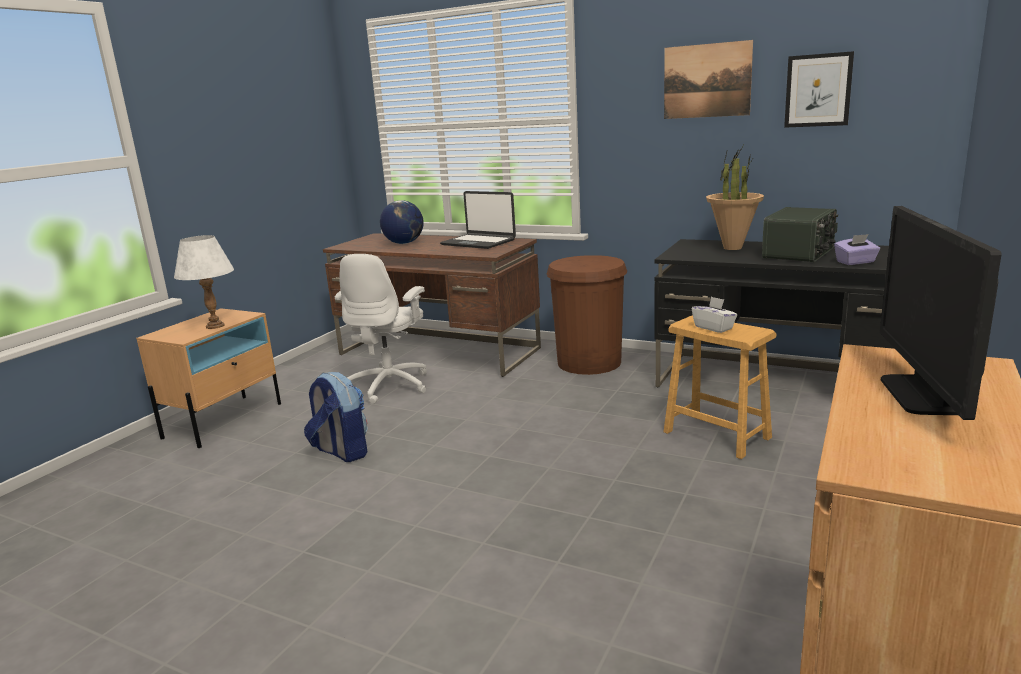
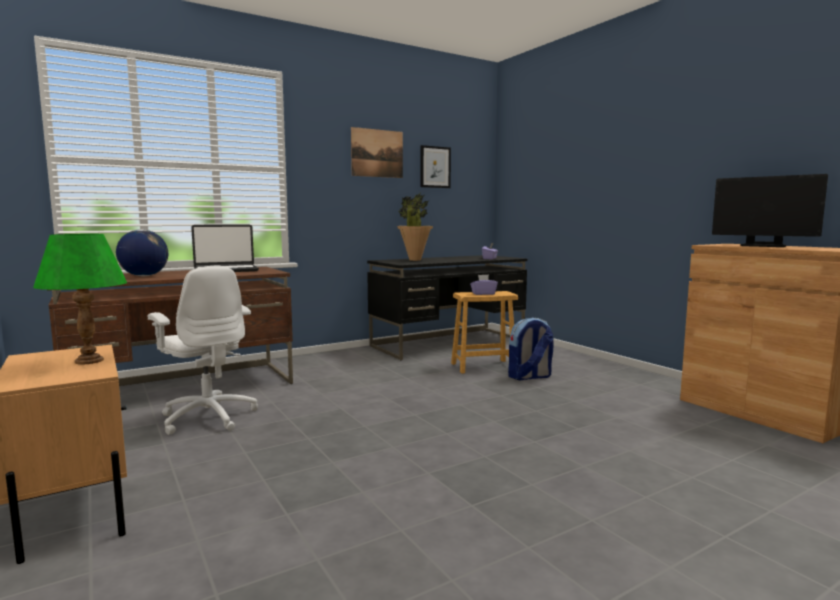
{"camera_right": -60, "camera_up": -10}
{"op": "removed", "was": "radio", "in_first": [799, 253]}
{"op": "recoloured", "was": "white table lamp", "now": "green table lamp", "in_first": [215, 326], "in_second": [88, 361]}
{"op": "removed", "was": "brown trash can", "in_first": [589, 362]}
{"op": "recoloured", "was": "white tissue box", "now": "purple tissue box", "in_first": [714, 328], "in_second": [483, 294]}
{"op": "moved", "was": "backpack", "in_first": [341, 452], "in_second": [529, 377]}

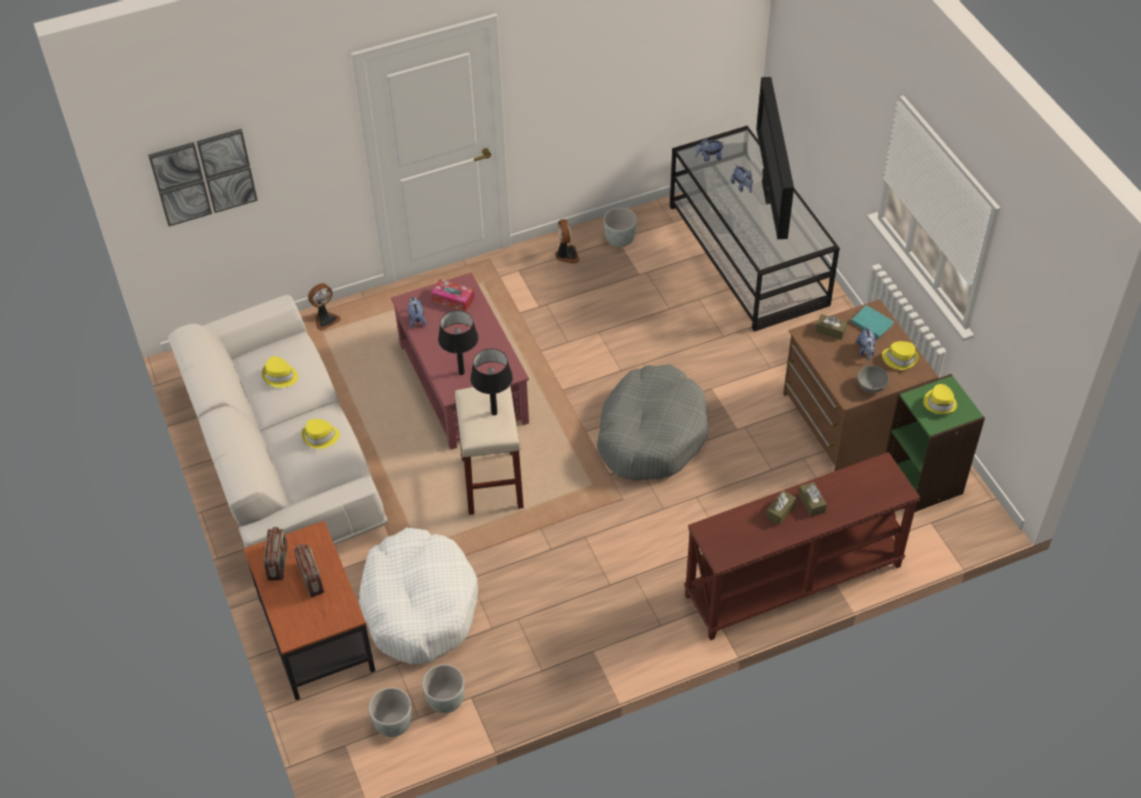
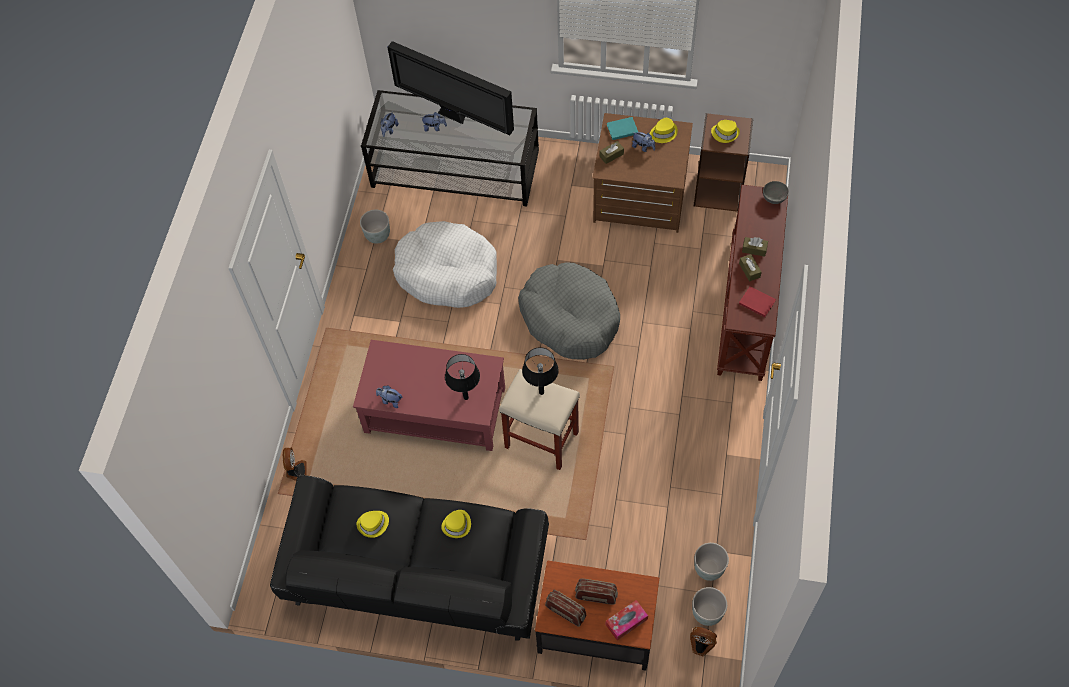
{"camera_right": -55, "camera_up": 10}
{"op": "removed", "was": "picture", "in_first": [203, 177]}
{"op": "moved", "was": "fan", "in_first": [566, 255], "in_second": [701, 644]}
{"op": "moved", "was": "tissue box", "in_first": [453, 299], "in_second": [626, 622]}
{"op": "recoloured", "was": "white sofa", "now": "black sofa", "in_first": [282, 460], "in_second": [416, 572]}
{"op": "moved", "was": "grey bowl", "in_first": [871, 387], "in_second": [775, 198]}
{"op": "recoloured", "was": "green bookcase", "now": "brown bookcase", "in_first": [923, 481], "in_second": [718, 190]}
{"op": "moved", "was": "white dog bed", "in_first": [419, 605], "in_second": [447, 272]}
{"op": "added", "now": "red book", "in_second": [756, 302]}

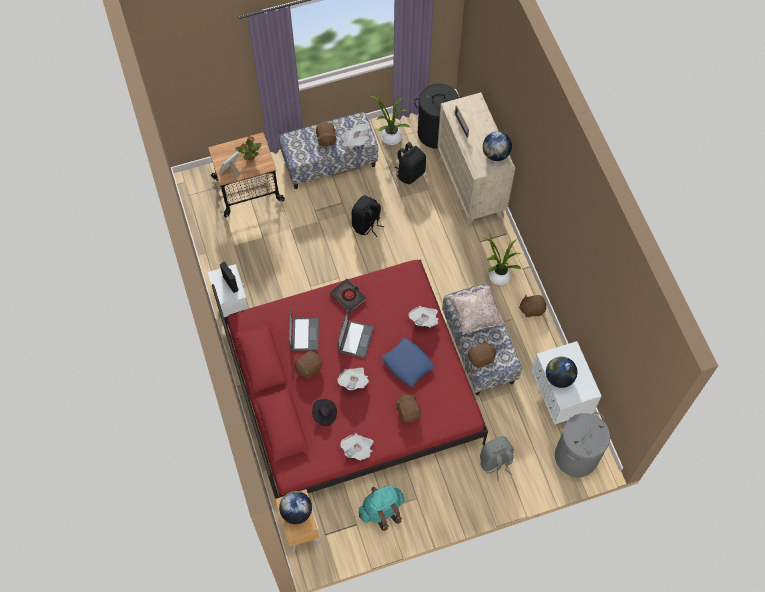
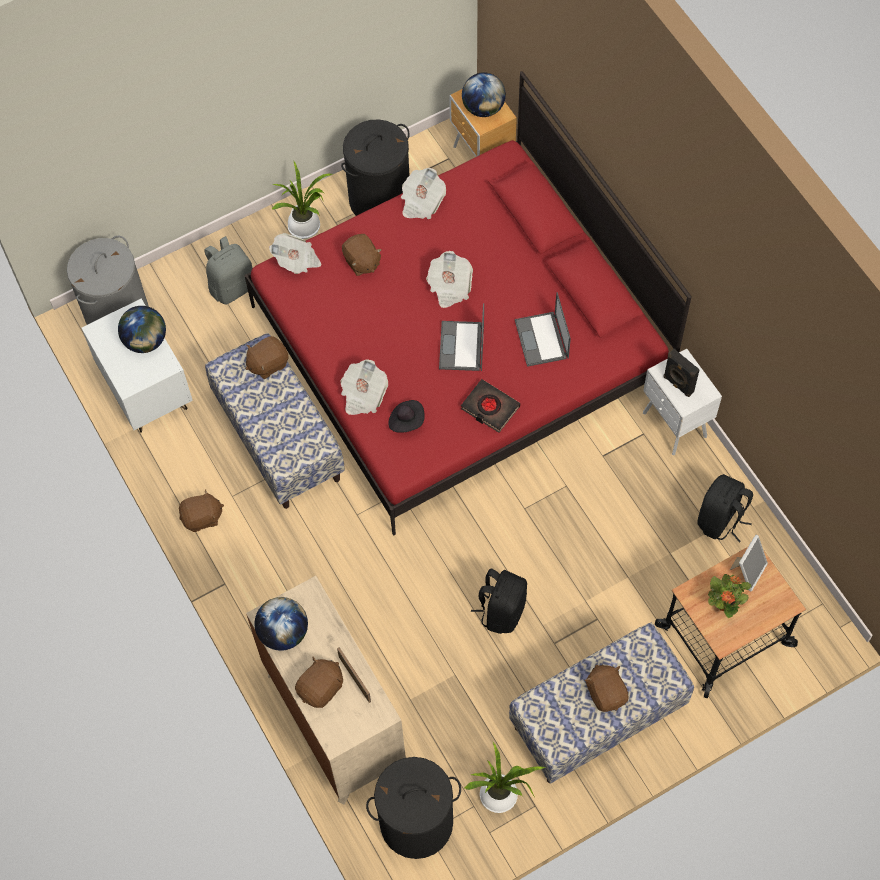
{"camera_right": 170, "camera_up": 0}
{"op": "moved", "was": "newspaper", "in_first": [355, 140], "in_second": [297, 261]}
{"op": "moved", "was": "black backpack", "in_first": [410, 173], "in_second": [721, 520]}
{"op": "moved", "was": "potted plant", "in_first": [498, 275], "in_second": [307, 227]}
{"op": "removed", "was": "beige pillow", "in_first": [475, 316]}
{"op": "removed", "was": "blue pillow", "in_first": [407, 364]}
{"op": "moved", "was": "brown plush toy", "in_first": [308, 368], "in_second": [321, 688]}
{"op": "moved", "was": "black hat", "in_first": [324, 414], "in_second": [406, 421]}
{"op": "replaced", "was": "turquoise backpack", "now": "black laundry basket", "in_first": [382, 510], "in_second": [379, 199]}

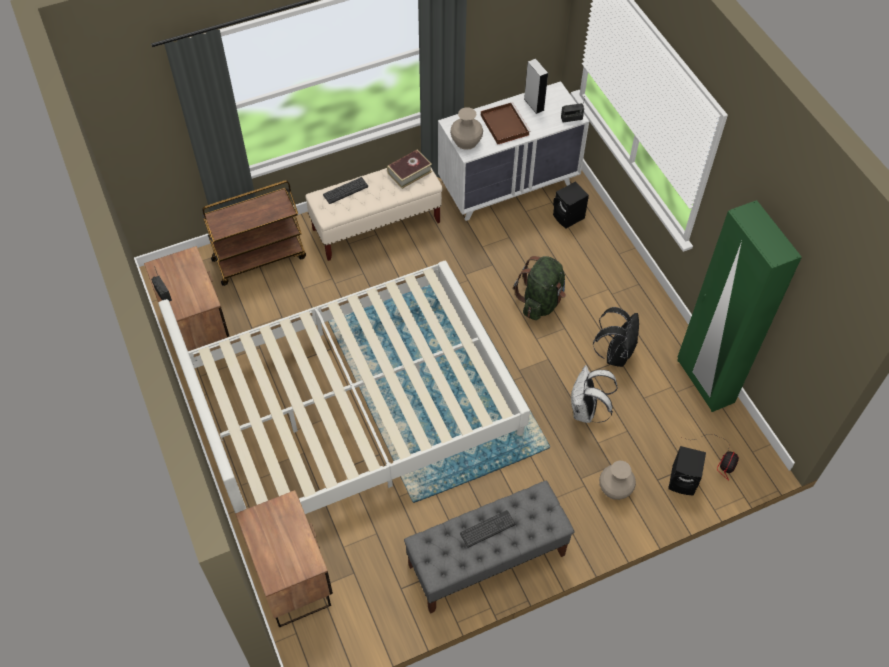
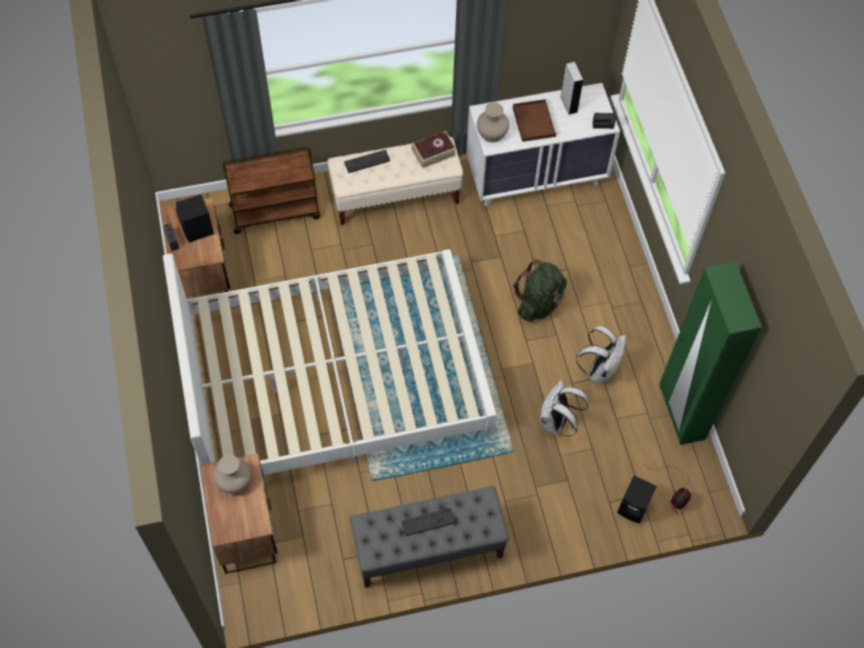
{"camera_right": 10, "camera_up": 5}
{"op": "moved", "was": "black speaker", "in_first": [569, 217], "in_second": [197, 230]}
{"op": "recoloured", "was": "black backpack", "now": "white backpack", "in_first": [615, 354], "in_second": [599, 369]}
{"op": "moved", "was": "beige vase", "in_first": [615, 488], "in_second": [234, 481]}

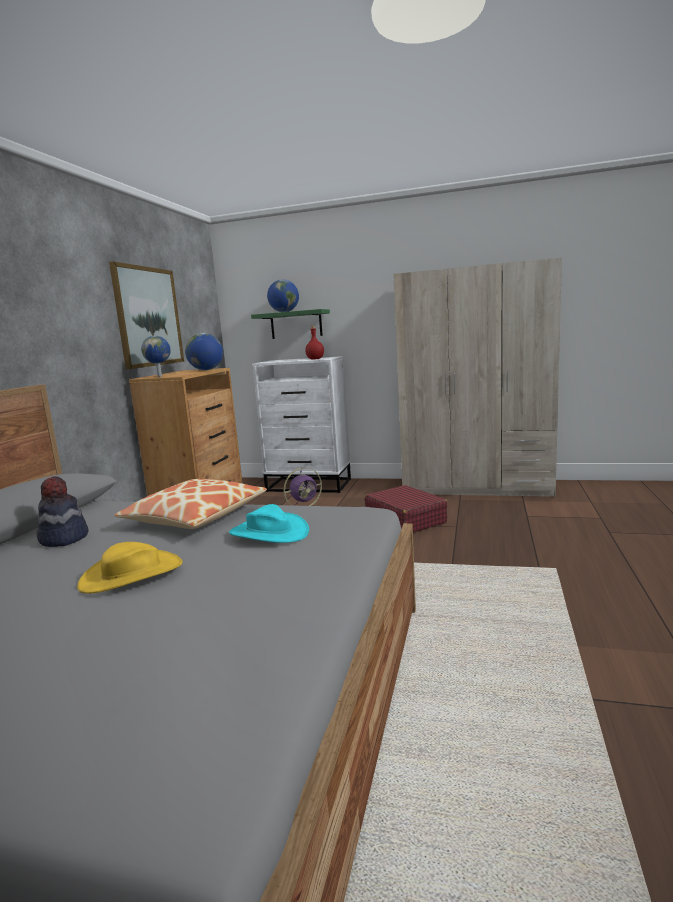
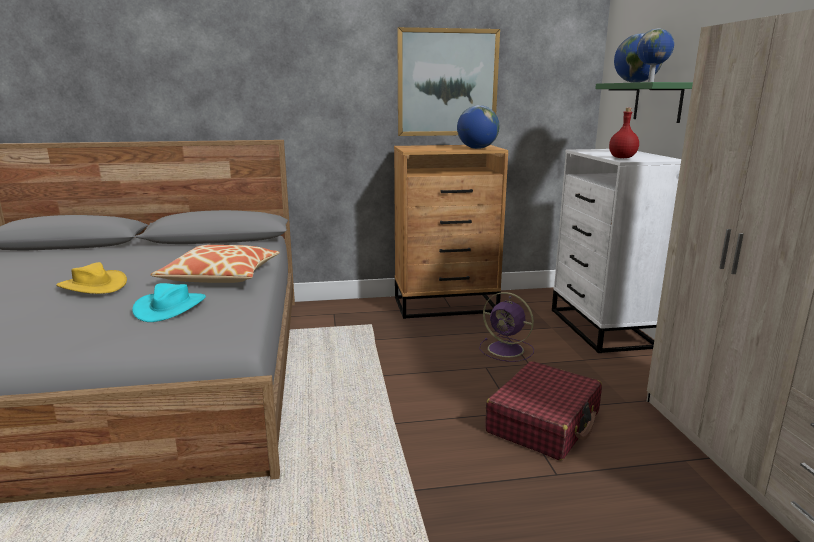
{"camera_right": 65, "camera_up": 5}
{"op": "moved", "was": "globe", "in_first": [160, 376], "in_second": [651, 82]}
{"op": "removed", "was": "hat", "in_first": [63, 538]}

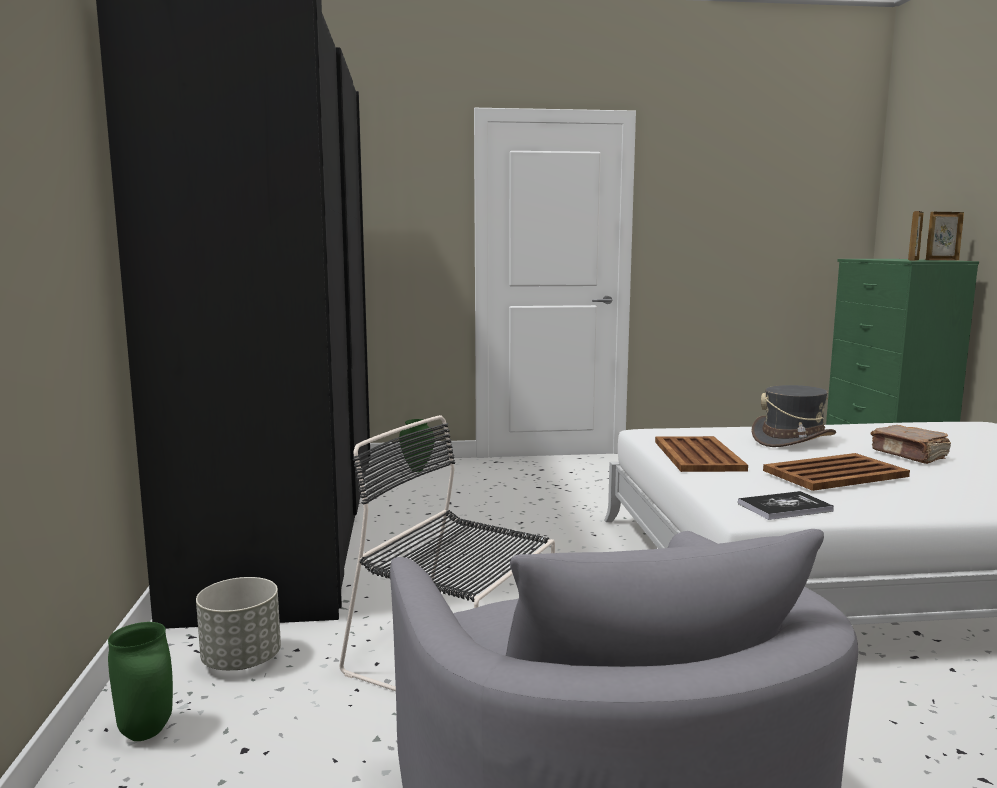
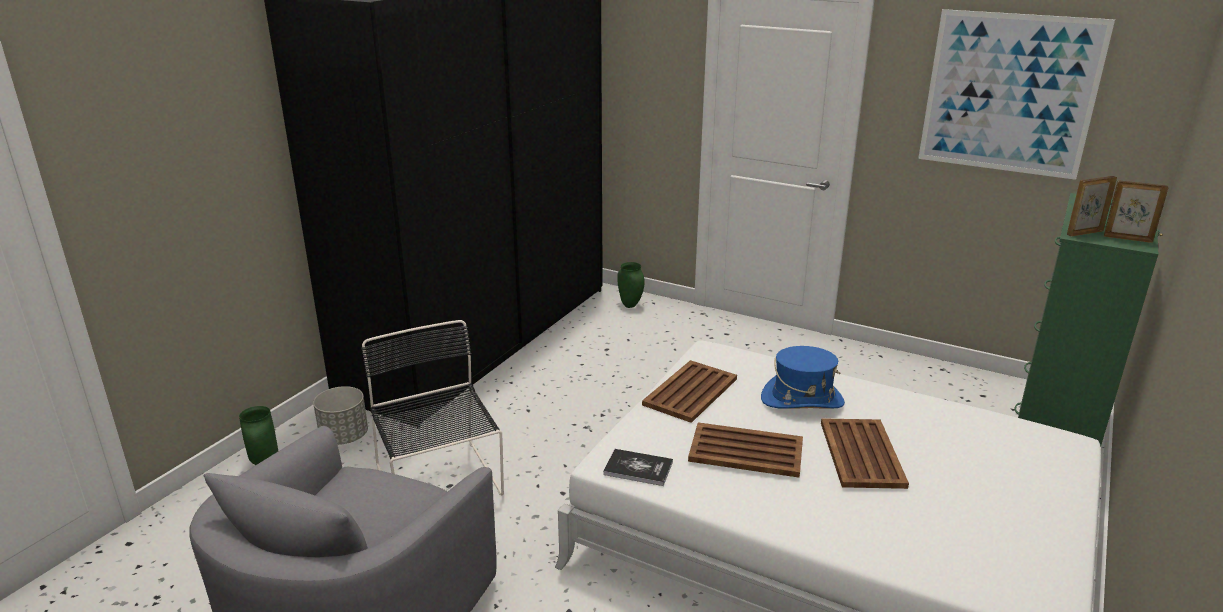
{"camera_right": 35, "camera_up": 15}
{"op": "recoloured", "was": "grey hat", "now": "blue hat", "in_first": [792, 440], "in_second": [802, 400]}
{"op": "replaced", "was": "brown book", "now": "brown tray", "in_first": [909, 455], "in_second": [861, 454]}
{"op": "added", "now": "picture", "in_second": [1009, 94]}

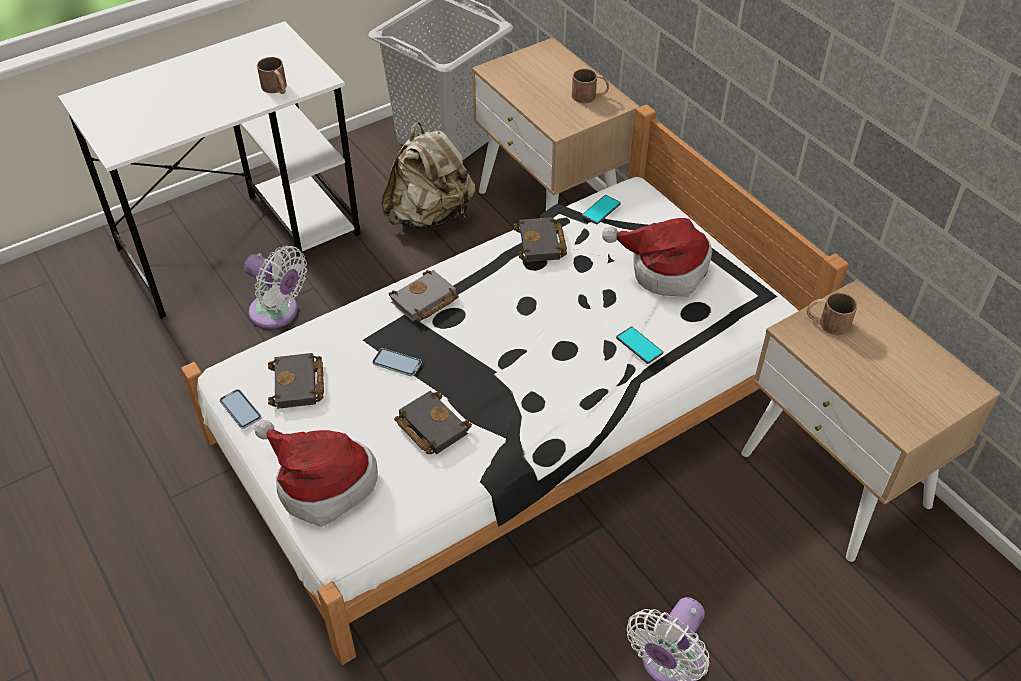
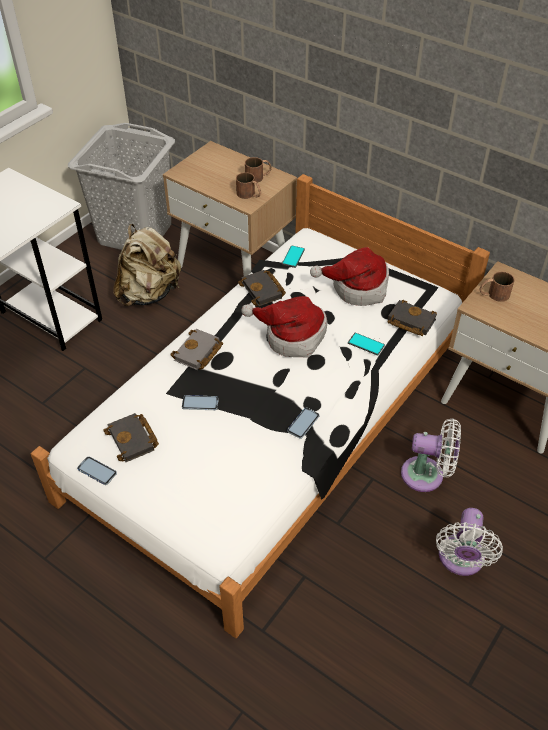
{"camera_right": -20, "camera_up": 0}
{"op": "moved", "was": "brown mug", "in_first": [276, 89], "in_second": [249, 194]}
{"op": "moved", "was": "white fan", "in_first": [278, 313], "in_second": [427, 475]}
{"op": "moved", "was": "black book", "in_first": [429, 426], "in_second": [409, 321]}
{"op": "moved", "was": "hat", "in_first": [320, 483], "in_second": [291, 336]}
{"op": "added", "now": "phone", "in_second": [303, 423]}

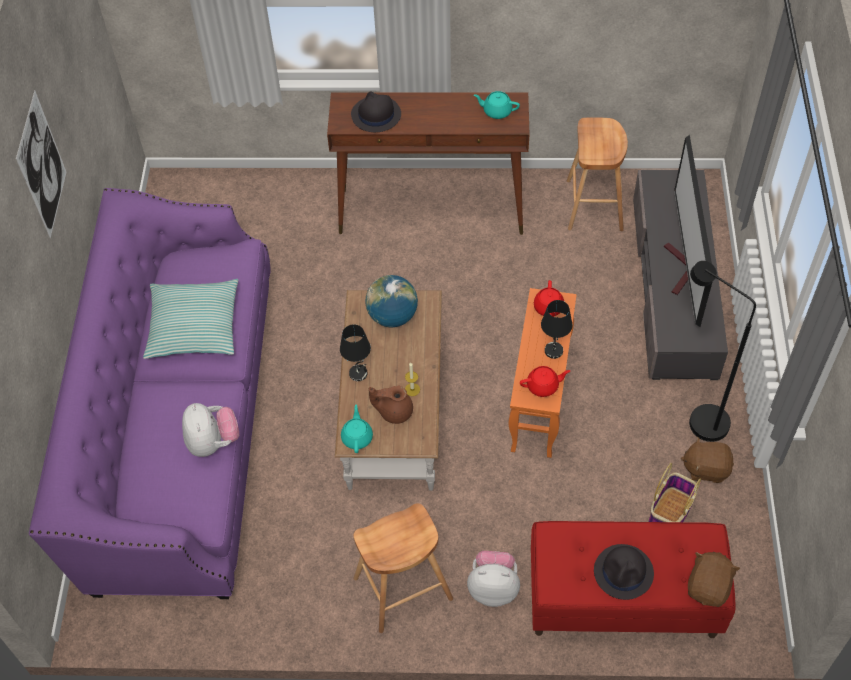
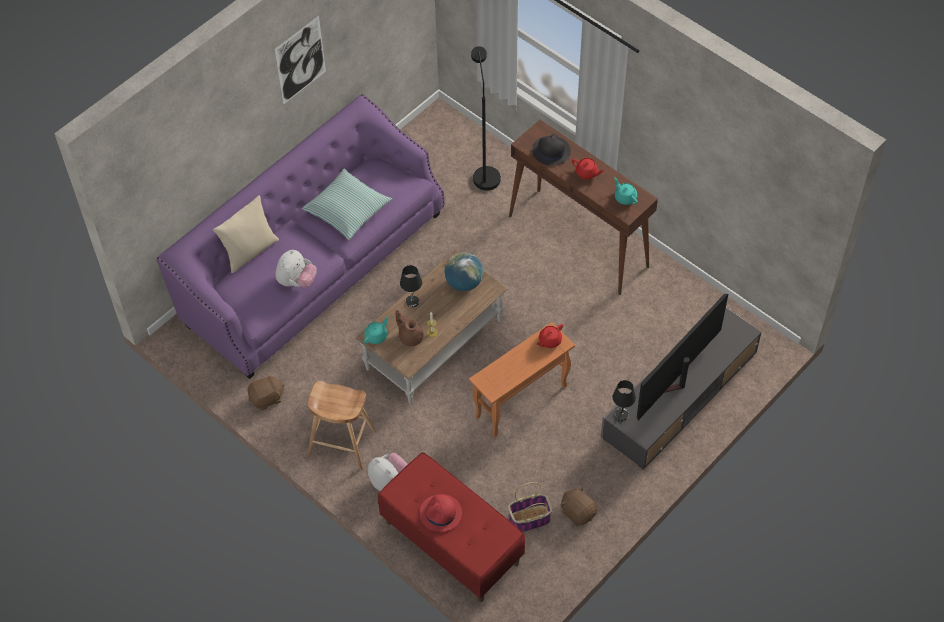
{"camera_right": 40, "camera_up": 0}
{"op": "removed", "was": "brown stool", "in_first": [594, 205]}
{"op": "moved", "was": "black floor lamp", "in_first": [698, 418], "in_second": [484, 173]}
{"op": "moved", "was": "black table lamp", "in_first": [553, 350], "in_second": [621, 414]}
{"op": "moved", "was": "red teapot", "in_first": [543, 386], "in_second": [587, 173]}
{"op": "recoloured", "was": "black hat", "now": "red hat", "in_first": [624, 572], "in_second": [440, 513]}
{"op": "moved", "was": "brown plush toy", "in_first": [709, 587], "in_second": [267, 398]}
{"op": "added", "now": "beige pillow", "in_second": [250, 251]}

